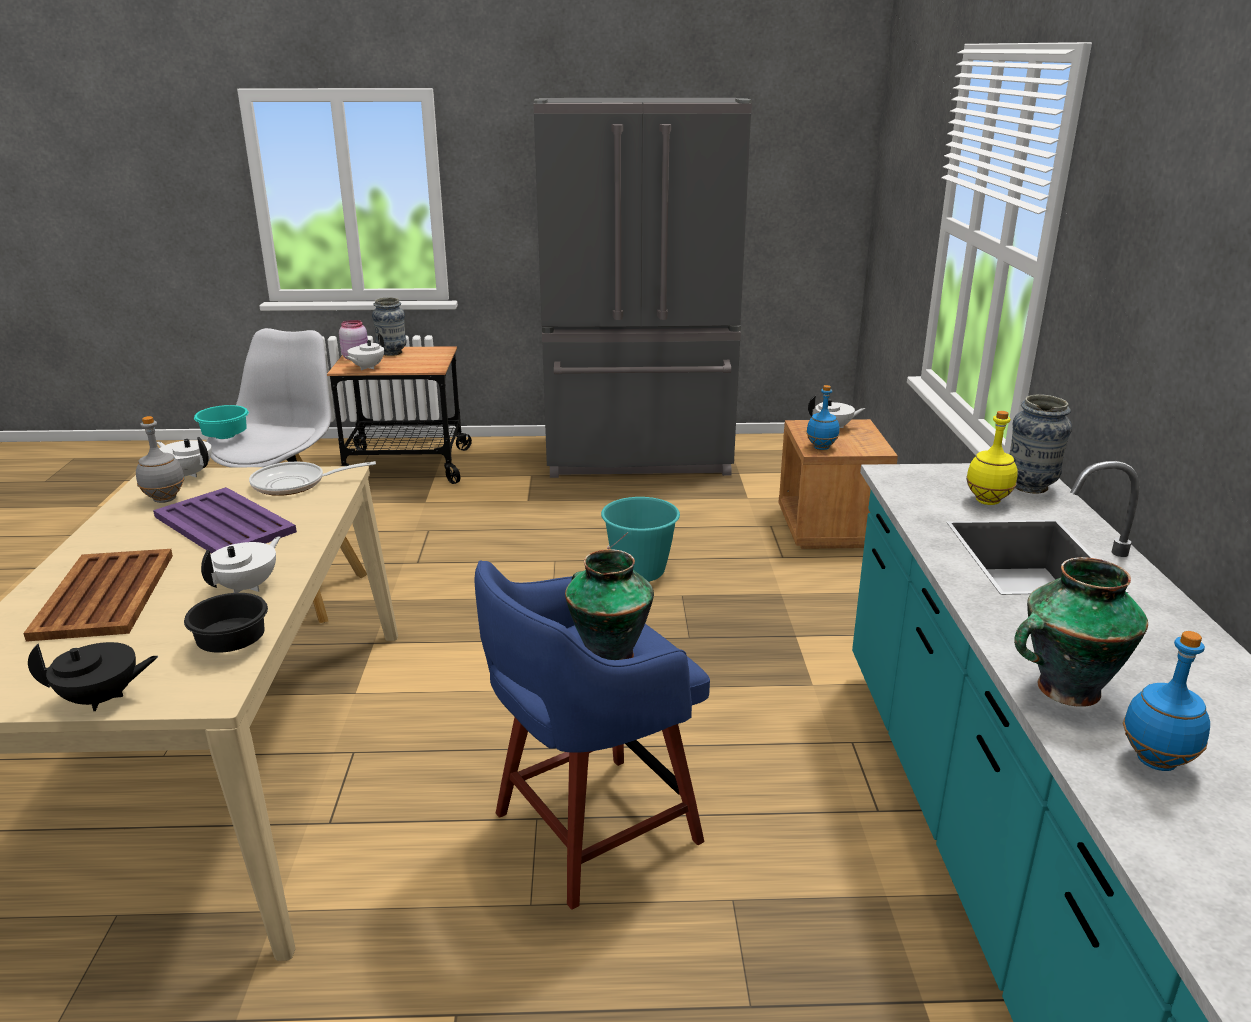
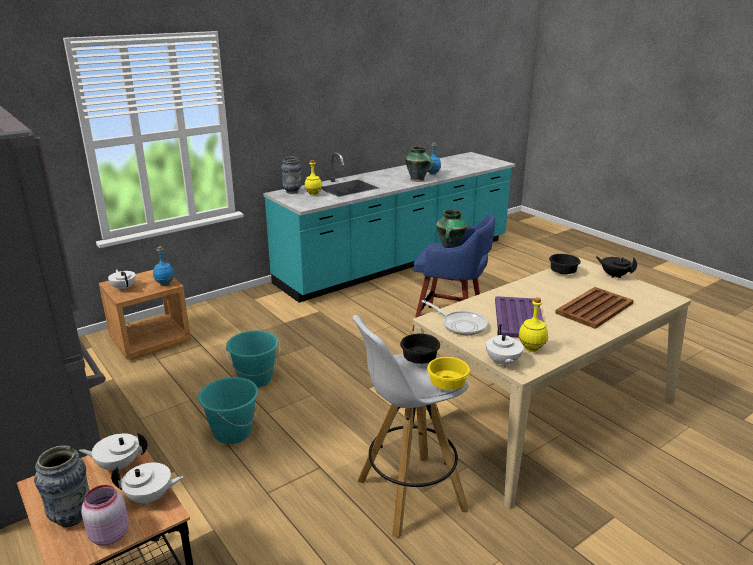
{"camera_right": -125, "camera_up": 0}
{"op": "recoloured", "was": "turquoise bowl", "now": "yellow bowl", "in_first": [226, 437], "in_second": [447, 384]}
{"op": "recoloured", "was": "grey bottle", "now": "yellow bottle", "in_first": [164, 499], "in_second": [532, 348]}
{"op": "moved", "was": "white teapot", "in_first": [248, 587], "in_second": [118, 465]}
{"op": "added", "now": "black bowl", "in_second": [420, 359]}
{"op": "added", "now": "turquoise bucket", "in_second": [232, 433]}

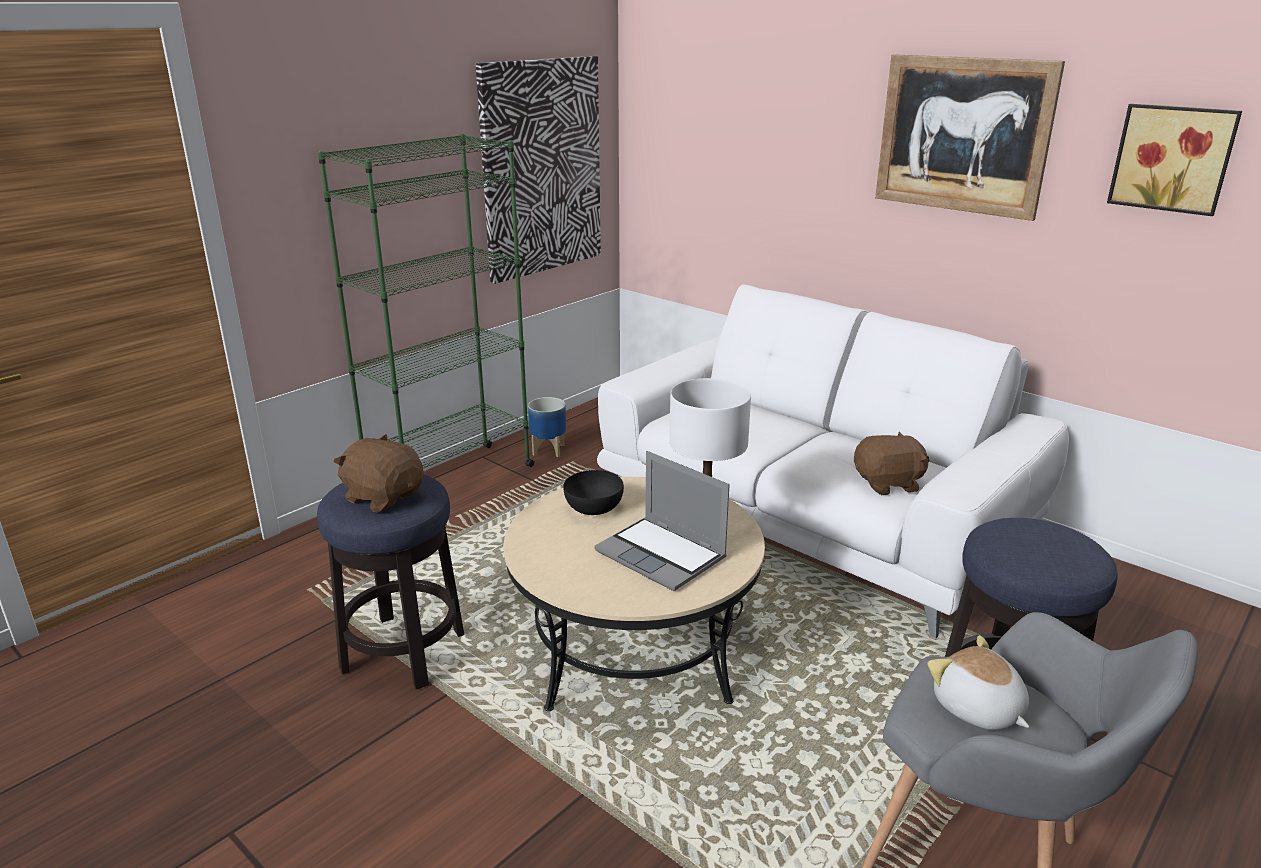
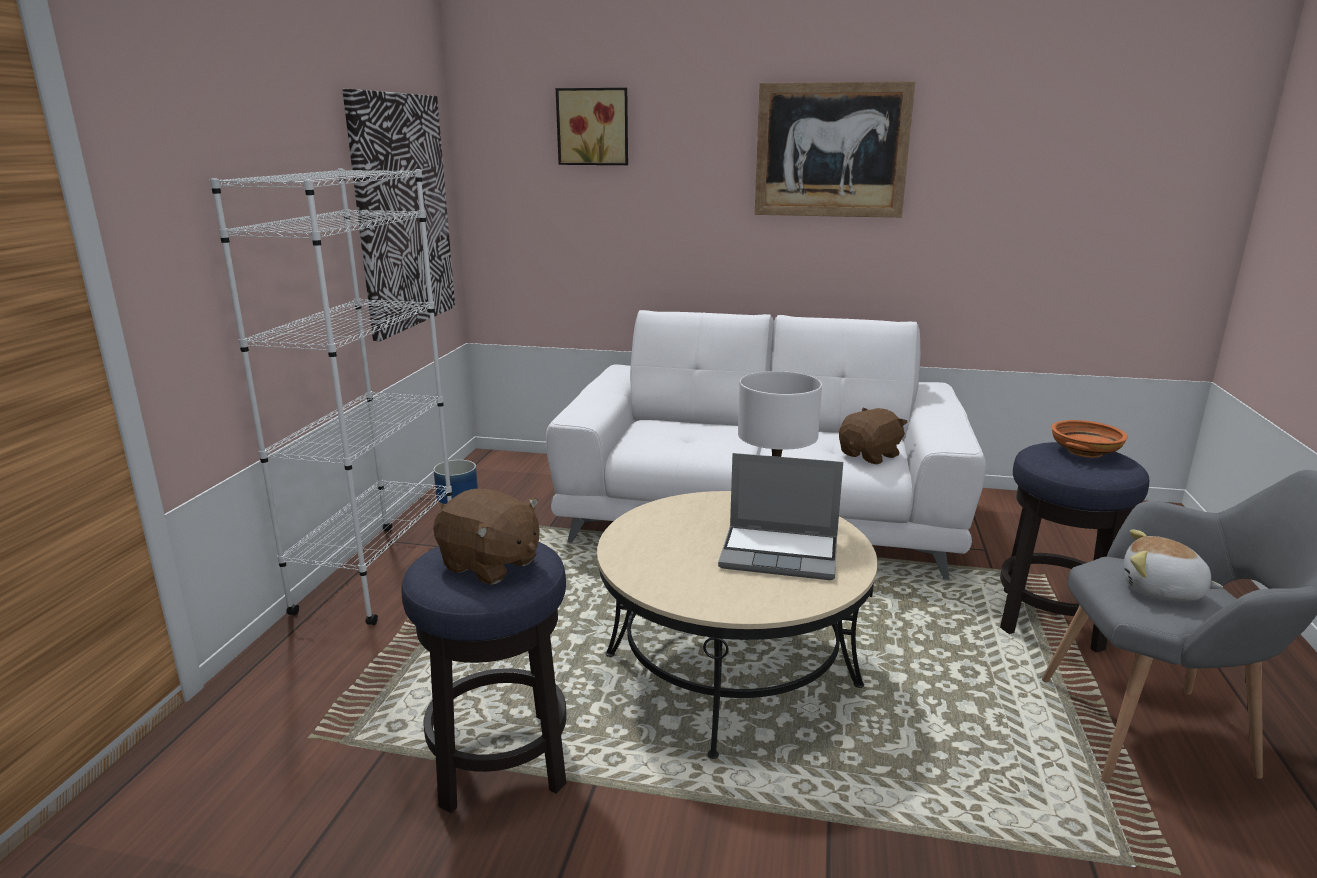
{"camera_right": -30, "camera_up": -5}
{"op": "moved", "was": "picture", "in_first": [1172, 158], "in_second": [593, 127]}
{"op": "recoloured", "was": "green bookcase", "now": "white bookcase", "in_first": [451, 481], "in_second": [379, 573]}
{"op": "turned", "was": "brown plush toy", "in_first": [383, 497], "in_second": [490, 565], "clockwise": -150}
{"op": "removed", "was": "black bowl", "in_first": [594, 508]}
{"op": "added", "now": "orange bowl", "in_second": [1084, 451]}

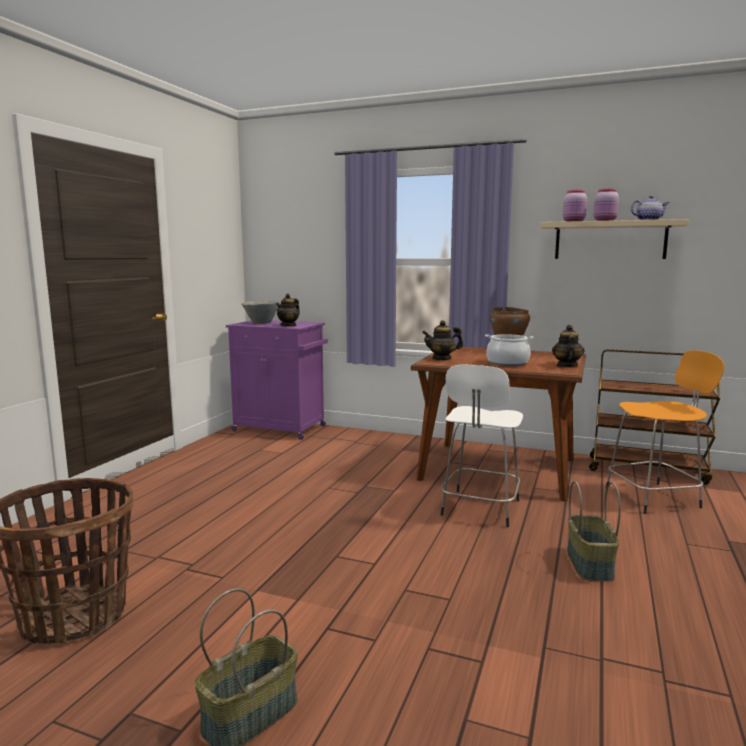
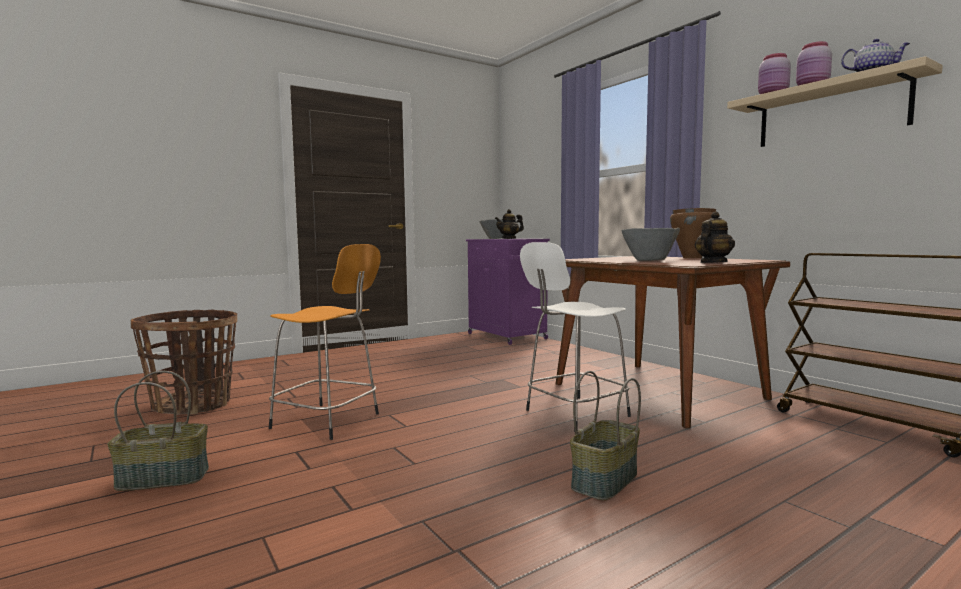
{"camera_right": 35, "camera_up": -5}
{"op": "removed", "was": "teapot", "in_first": [442, 358]}
{"op": "replaced", "was": "cooking pot", "now": "grey bowl", "in_first": [507, 363], "in_second": [649, 261]}
{"op": "moved", "was": "orange stool", "in_first": [655, 497], "in_second": [329, 421]}

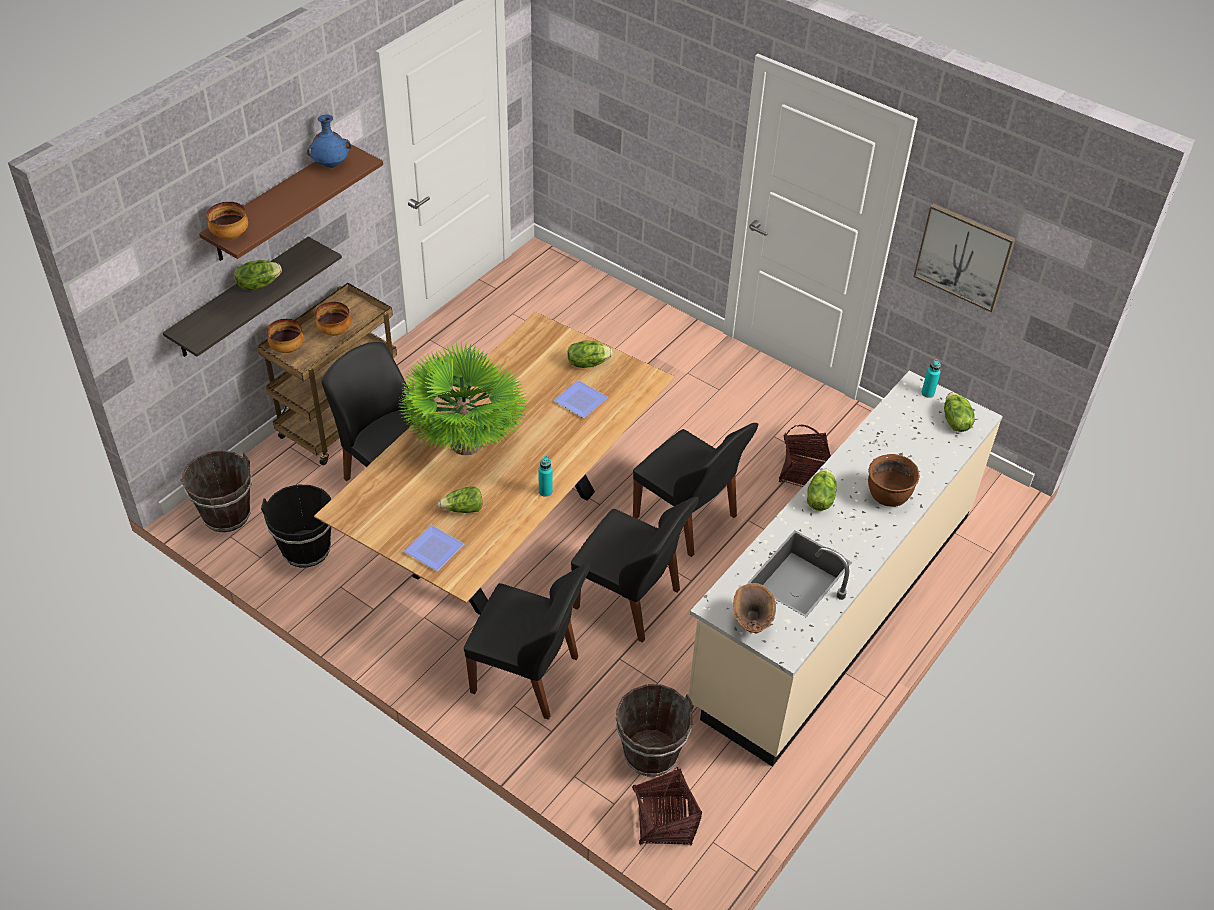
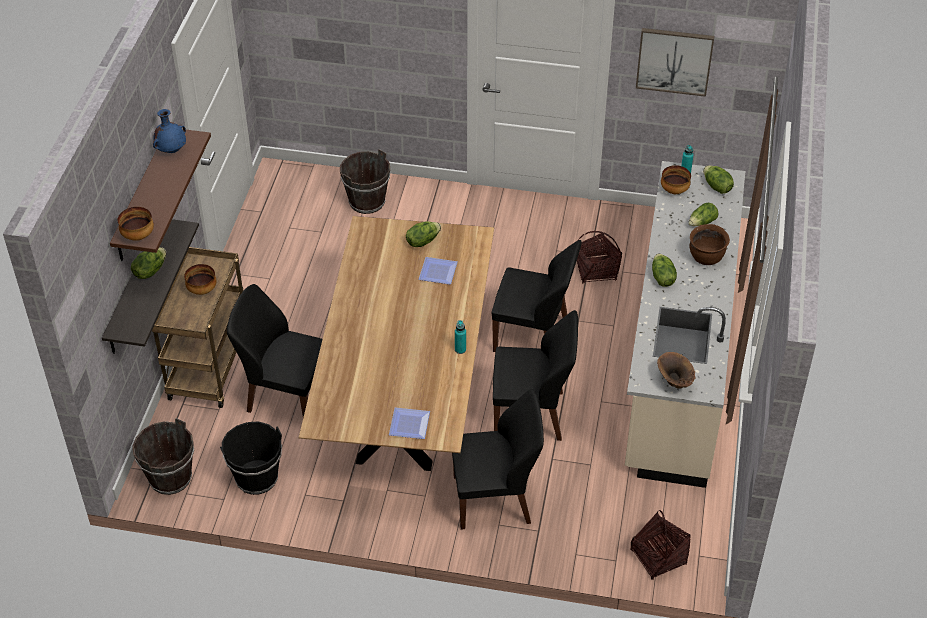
{"camera_right": -25, "camera_up": 0}
{"op": "moved", "was": "bowl", "in_first": [287, 349], "in_second": [674, 191]}
{"op": "removed", "was": "potted plant", "in_first": [466, 443]}
{"op": "moved", "was": "lettuce", "in_first": [463, 509], "in_second": [702, 222]}
{"op": "moved", "was": "brown bucket", "in_first": [650, 753], "in_second": [367, 202]}

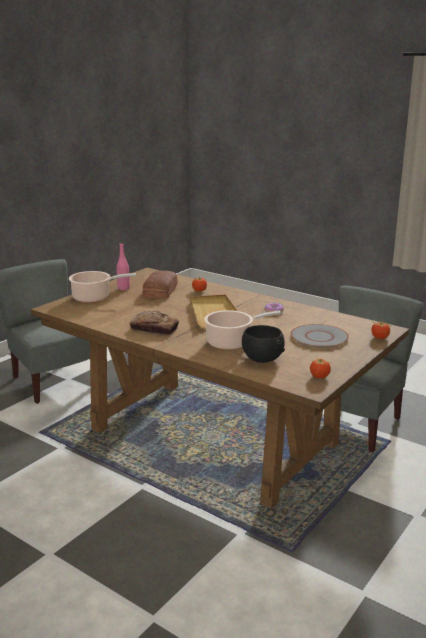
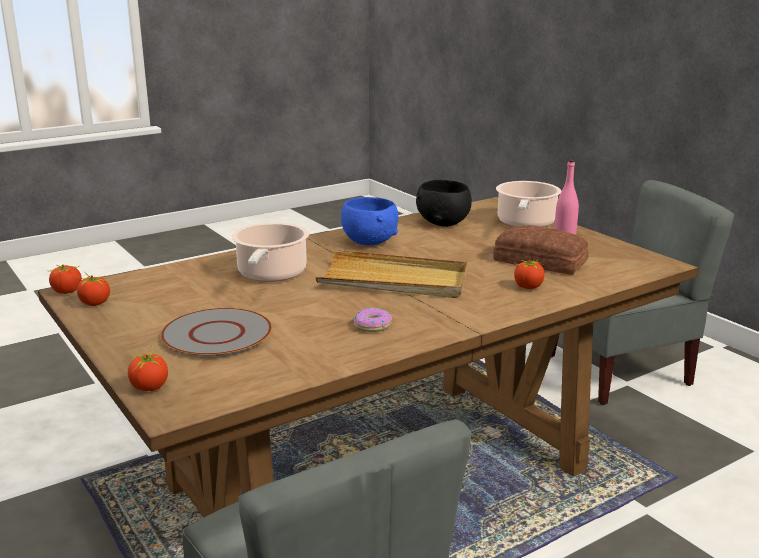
{"camera_right": 110, "camera_up": 0}
{"op": "replaced", "was": "bread", "now": "blue bowl", "in_first": [154, 328], "in_second": [369, 242]}
{"op": "moved", "was": "black bowl", "in_first": [262, 359], "in_second": [444, 223]}
{"op": "added", "now": "tomato", "in_second": [67, 291]}

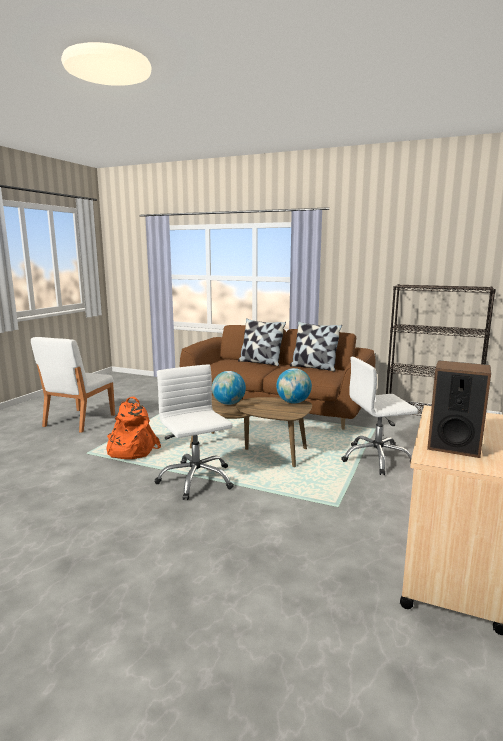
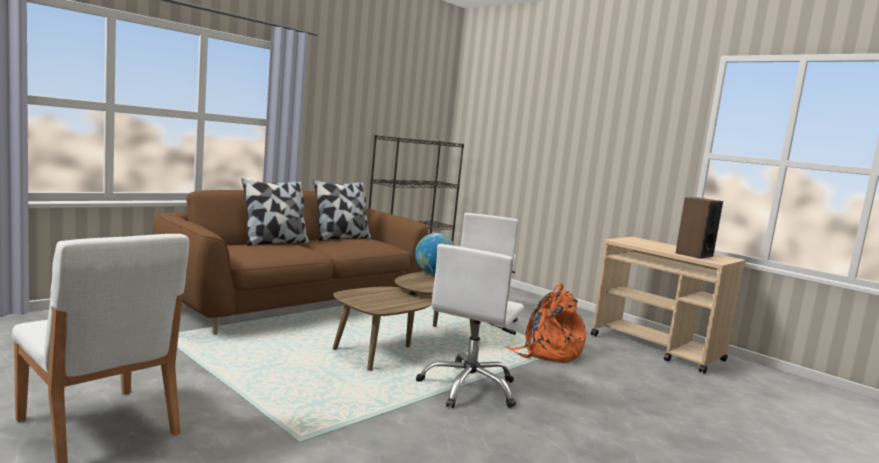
{"camera_right": -70, "camera_up": -5}
{"op": "turned", "was": "white office chair", "in_first": [196, 480], "in_second": [469, 388], "clockwise": -60}
{"op": "removed", "was": "globe", "in_first": [228, 403]}
{"op": "moved", "was": "orange backpack", "in_first": [130, 450], "in_second": [547, 352]}

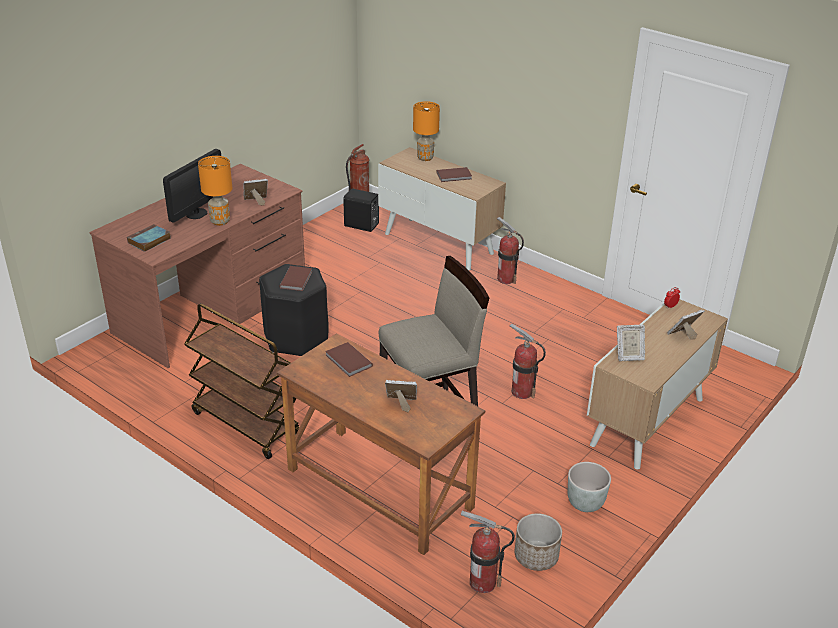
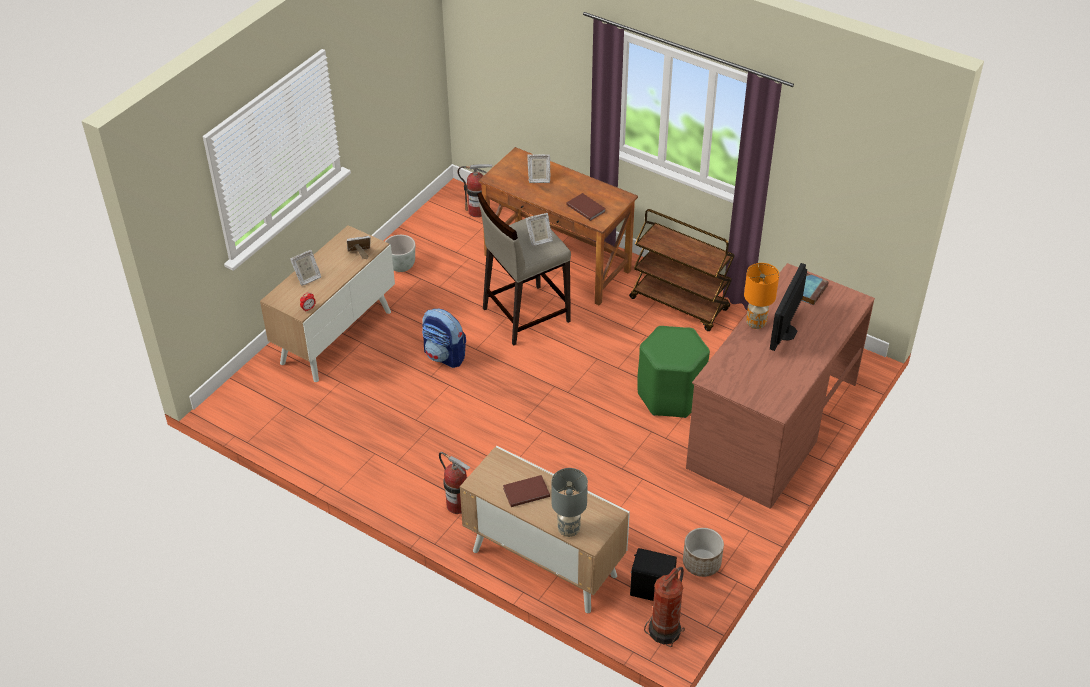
{"camera_right": 175, "camera_up": 10}
{"op": "recoloured", "was": "orange table lamp", "now": "grey table lamp", "in_first": [425, 158], "in_second": [569, 529]}
{"op": "moved", "was": "picture frame", "in_first": [256, 202], "in_second": [539, 240]}
{"op": "recoloured", "was": "black stool", "now": "green stool", "in_first": [296, 338], "in_second": [670, 396]}
{"op": "removed", "was": "brown book", "in_first": [297, 279]}
{"op": "replaced", "was": "fire extinguisher", "now": "backpack", "in_first": [522, 392], "in_second": [445, 356]}
{"op": "moved", "was": "planter", "in_first": [536, 556], "in_second": [702, 562]}

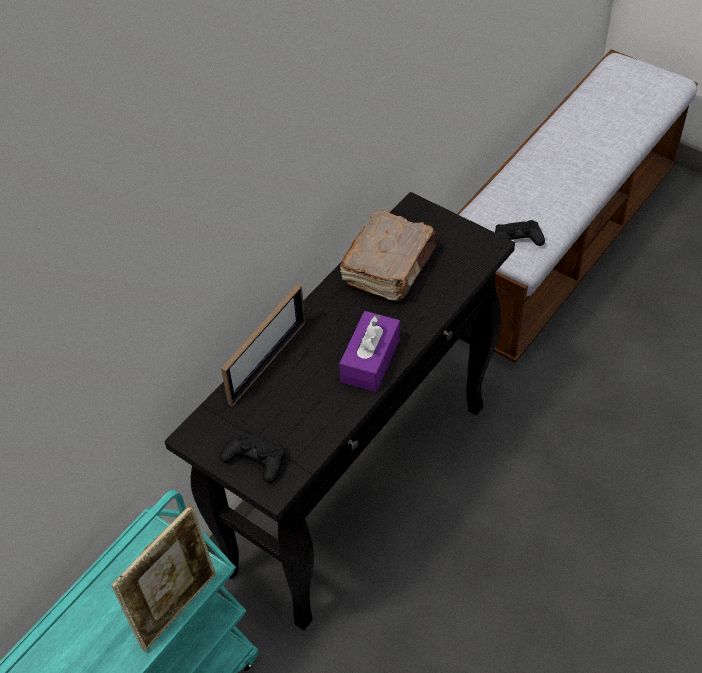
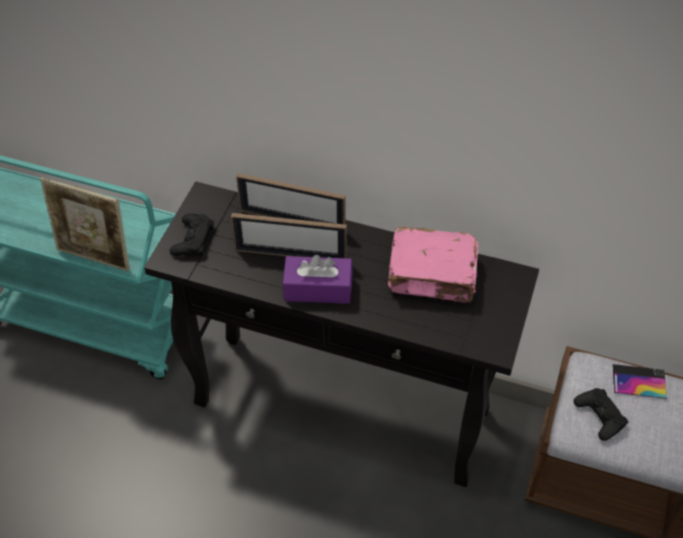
{"camera_right": 70, "camera_up": 0}
{"op": "recoloured", "was": "brown book", "now": "pink book", "in_first": [390, 267], "in_second": [433, 276]}
{"op": "added", "now": "picture frame", "in_second": [290, 254]}
{"op": "added", "now": "phone", "in_second": [639, 381]}

